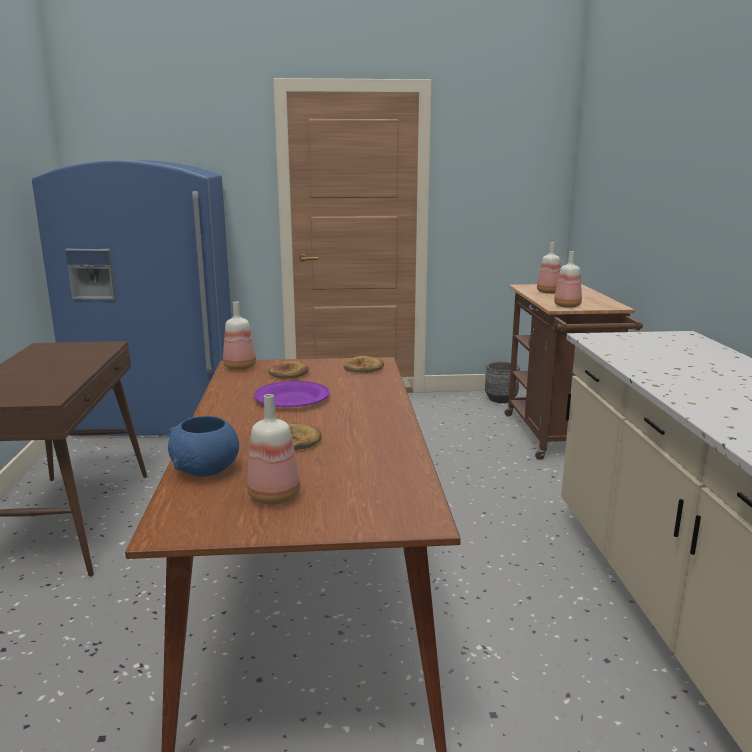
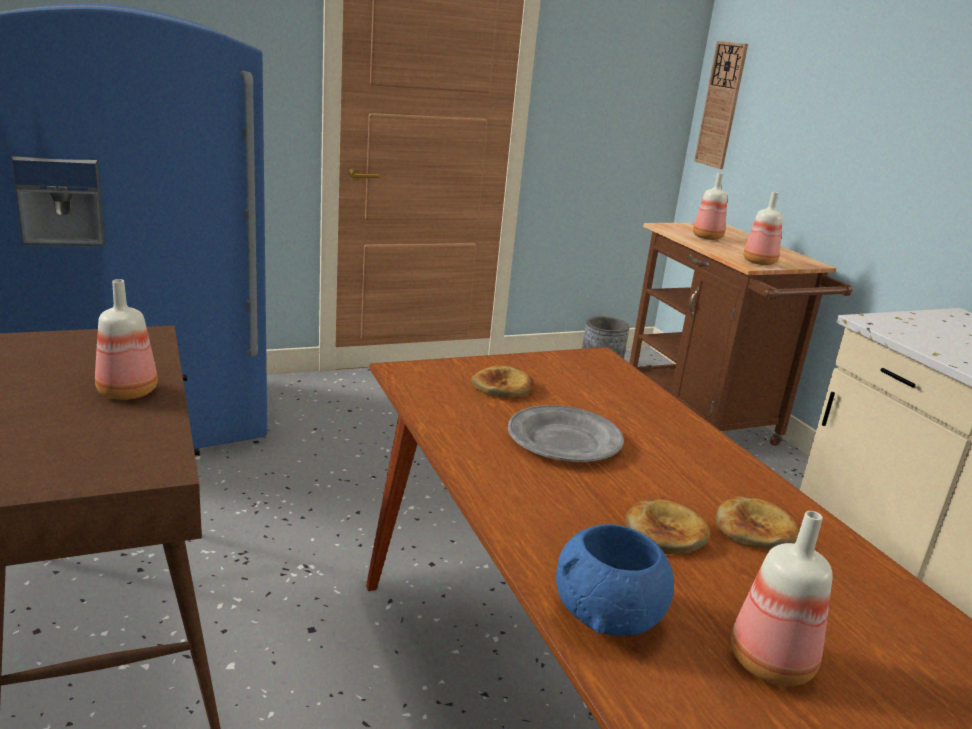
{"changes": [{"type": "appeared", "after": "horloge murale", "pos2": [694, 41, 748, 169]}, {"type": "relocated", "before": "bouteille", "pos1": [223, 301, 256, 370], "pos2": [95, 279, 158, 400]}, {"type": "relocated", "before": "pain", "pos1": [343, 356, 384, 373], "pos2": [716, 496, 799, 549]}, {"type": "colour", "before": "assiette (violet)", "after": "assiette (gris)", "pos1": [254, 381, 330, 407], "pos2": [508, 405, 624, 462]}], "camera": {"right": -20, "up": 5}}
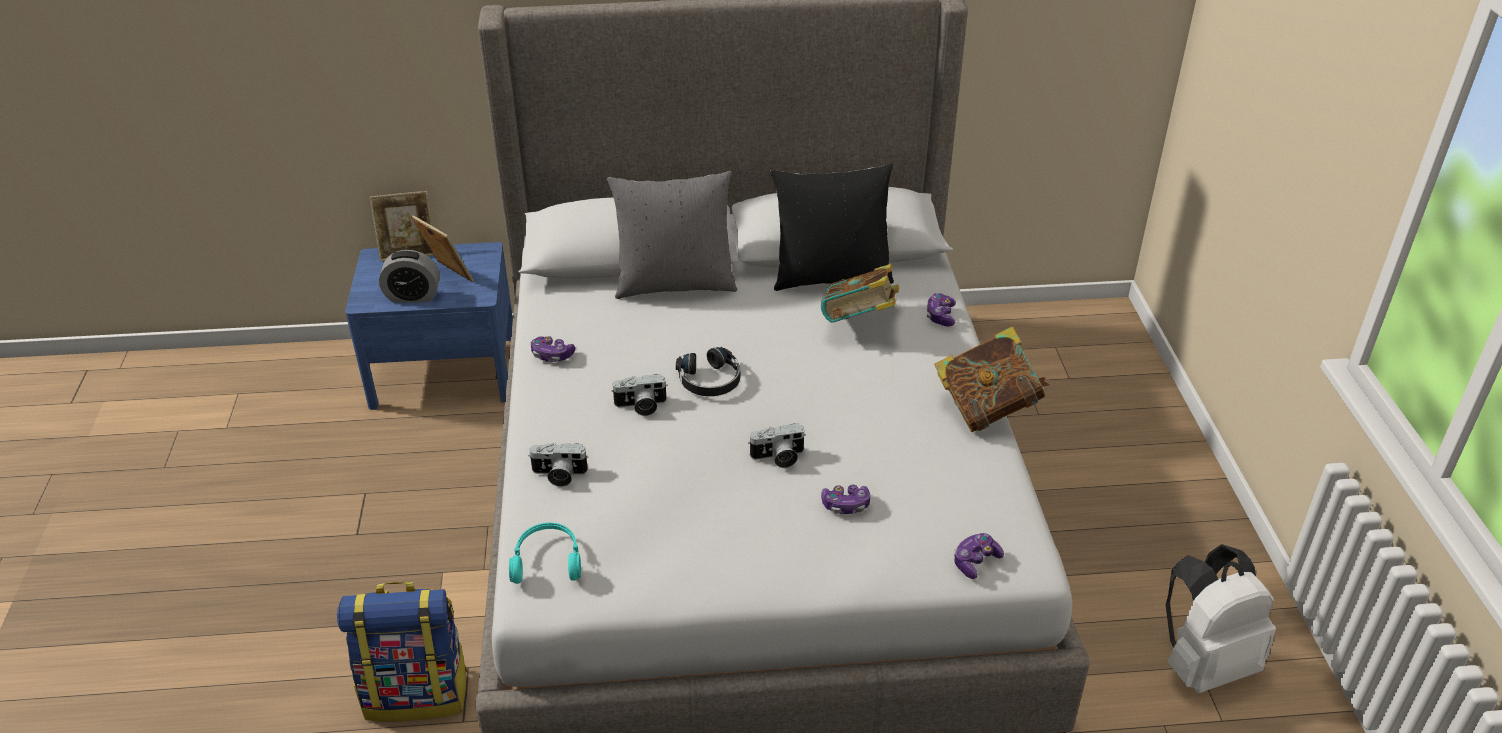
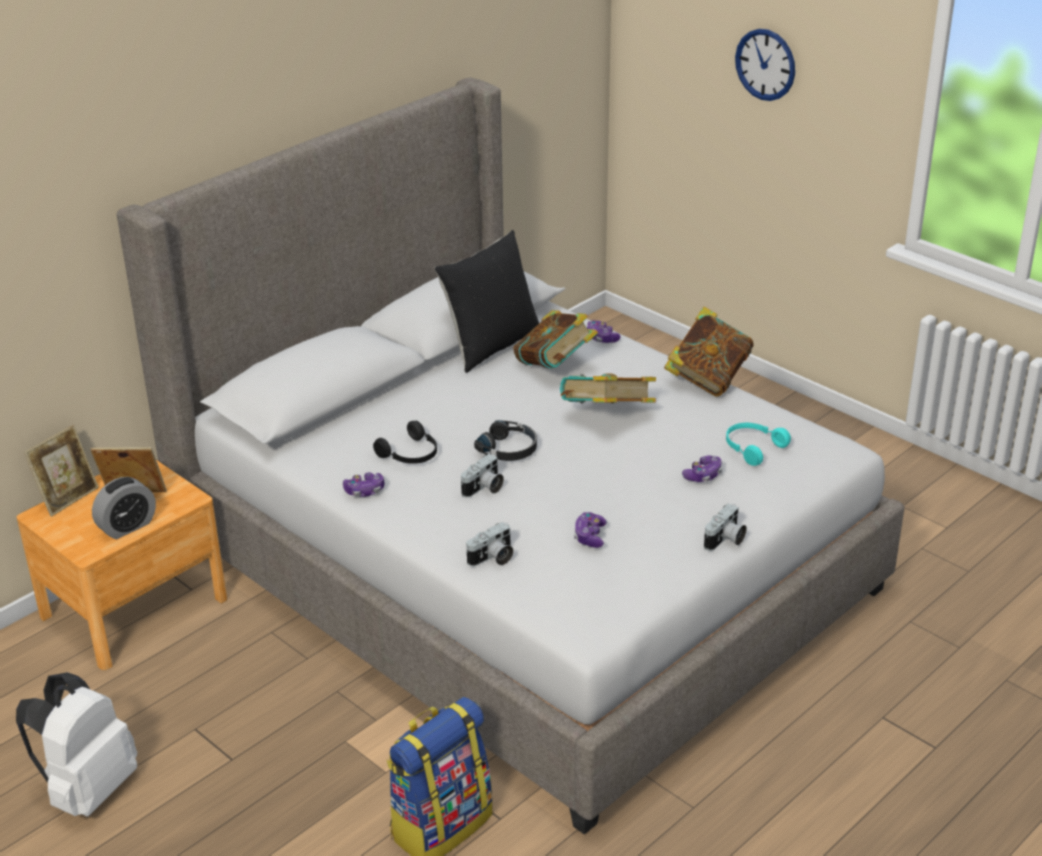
{"changes": [{"type": "missing", "before": "coussin (gris)", "pos1": [607, 171, 737, 299]}, {"type": "appeared", "after": "casque audio (noir)", "pos2": [373, 421, 437, 464]}, {"type": "appeared", "after": "livre", "pos2": [560, 373, 656, 403]}, {"type": "appeared", "after": "horloge murale", "pos2": [735, 29, 795, 101]}, {"type": "relocated", "before": "casque audio (turquoise)", "pos1": [509, 523, 581, 584], "pos2": [726, 423, 791, 466]}, {"type": "relocated", "before": "appareil photo", "pos1": [748, 423, 806, 468], "pos2": [704, 503, 747, 551]}, {"type": "relocated", "before": "manette", "pos1": [954, 533, 1004, 579], "pos2": [574, 512, 607, 548]}, {"type": "relocated", "before": "sac à dos (blanc)", "pos1": [1166, 544, 1276, 693], "pos2": [16, 672, 137, 817]}, {"type": "colour", "before": "table de chevet (bleu)", "after": "table de chevet (marron)", "pos1": [345, 242, 513, 410], "pos2": [17, 460, 227, 670]}], "camera": {"right": -40, "up": -5}}
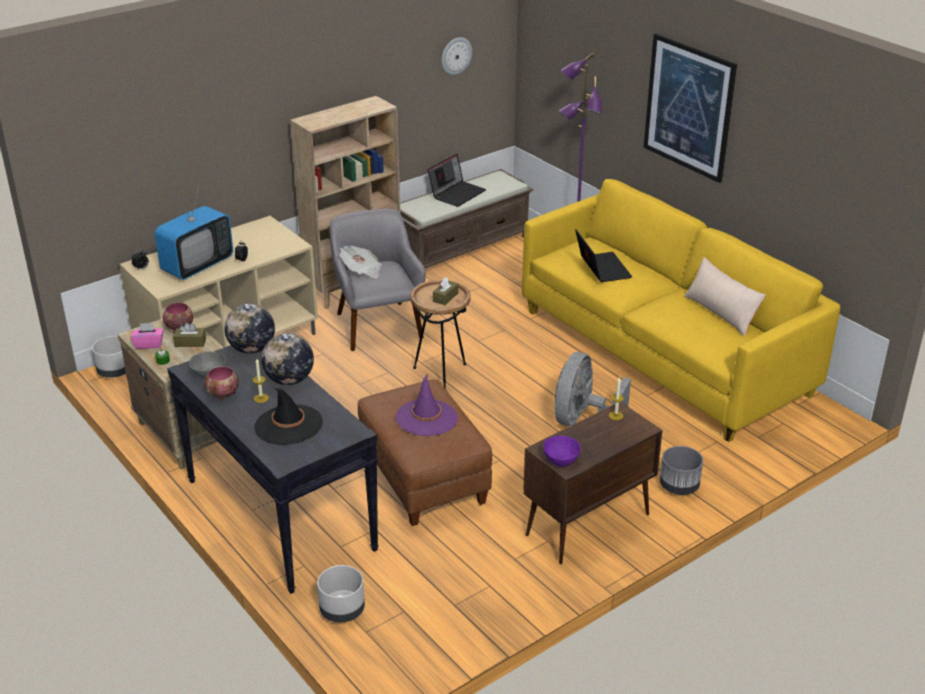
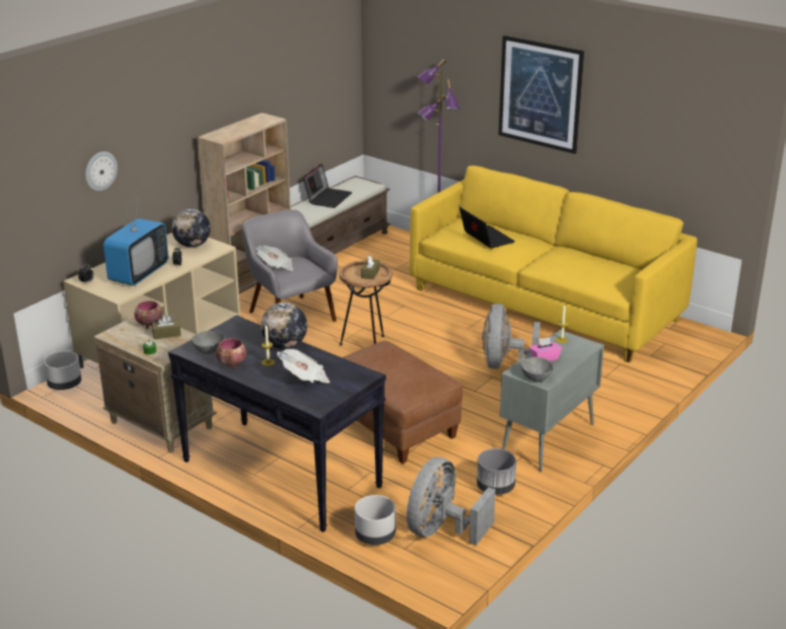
{"changes": [{"type": "missing", "before": "chapeau (violet)", "pos1": [396, 375, 458, 436]}, {"type": "missing", "before": "coussin (beige)", "pos1": [684, 257, 766, 336]}, {"type": "appeared", "after": "ventilateur (gris)", "pos2": [407, 457, 495, 545]}, {"type": "relocated", "before": "boîte à mouchoirs (rose)", "pos1": [131, 323, 164, 349], "pos2": [529, 337, 562, 361]}, {"type": "relocated", "before": "globe", "pos1": [224, 304, 275, 354], "pos2": [172, 209, 211, 247]}, {"type": "relocated", "before": "horloge murale", "pos1": [442, 37, 472, 75], "pos2": [85, 152, 118, 191]}, {"type": "relocated", "before": "cache-pot (gris)", "pos1": [660, 446, 703, 495], "pos2": [477, 449, 516, 495]}, {"type": "exchanged", "before": "chapeau (noir)", "after": "journal", "pos1": [254, 388, 323, 445], "pos2": [277, 349, 330, 383]}, {"type": "colour", "before": "meuble de rangement (marron)", "after": "meuble de rangement (gris)", "pos1": [523, 402, 663, 564], "pos2": [500, 330, 604, 472]}, {"type": "colour", "before": "bol (violet)", "after": "bol (gris)", "pos1": [543, 436, 581, 466], "pos2": [521, 357, 553, 382]}], "camera": {"right": -15, "up": -5}}
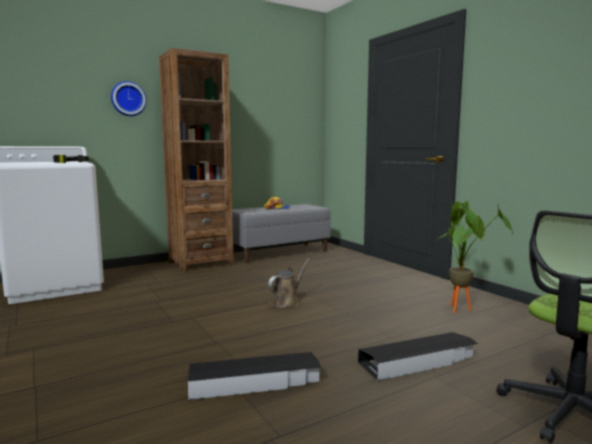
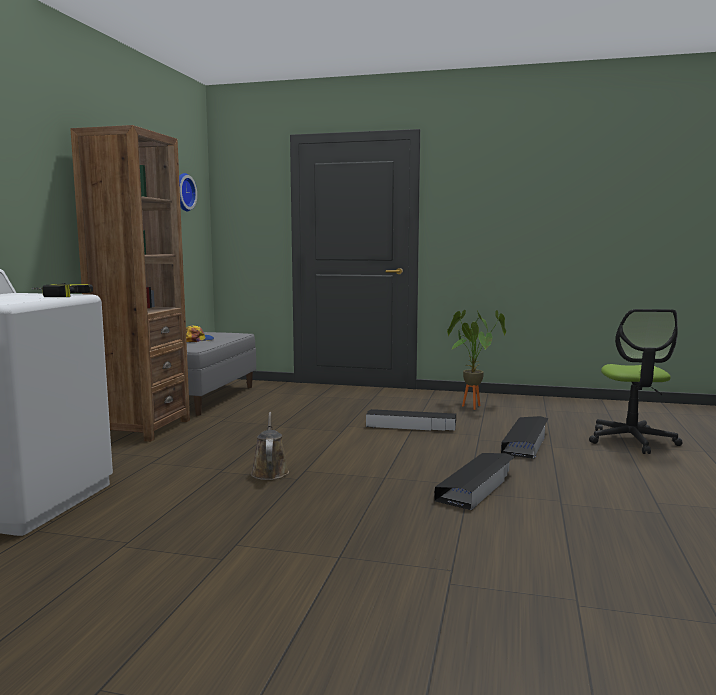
{"changes": [{"type": "appeared", "after": "boîte de rangement (noir)", "pos2": [366, 409, 456, 430]}, {"type": "relocated", "before": "horloge murale", "pos1": [111, 81, 147, 116], "pos2": [179, 173, 197, 211]}, {"type": "relocated", "before": "arrosoir (marron)", "pos1": [268, 259, 310, 308], "pos2": [251, 412, 289, 480]}], "camera": {"right": -45, "up": 0}}
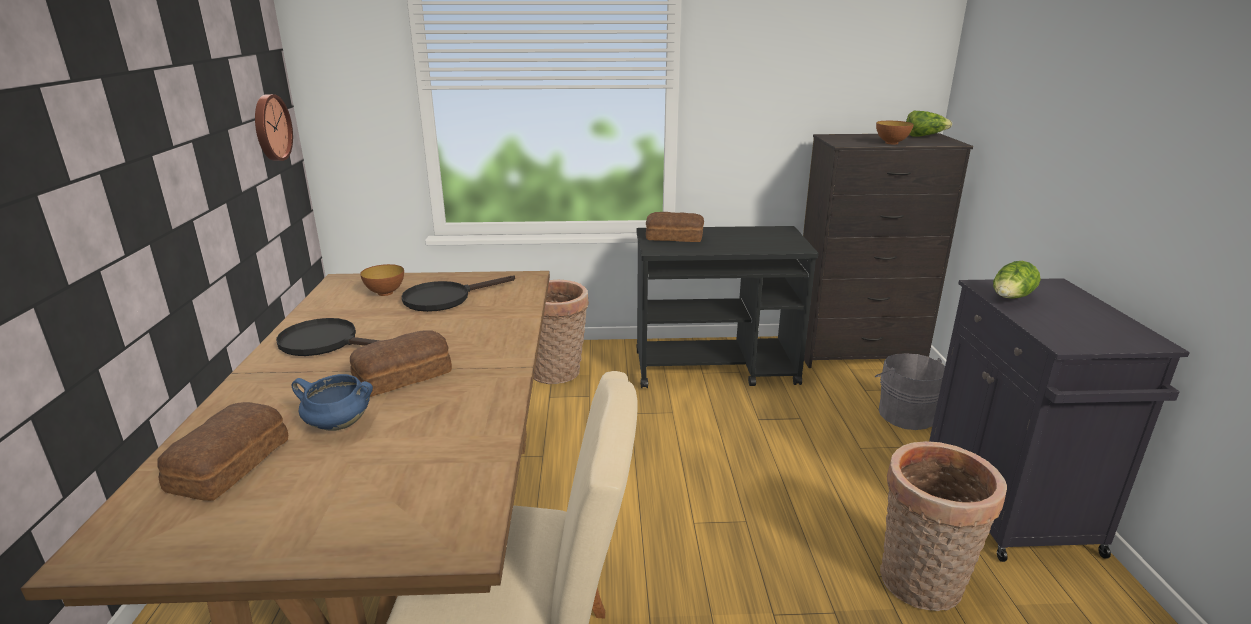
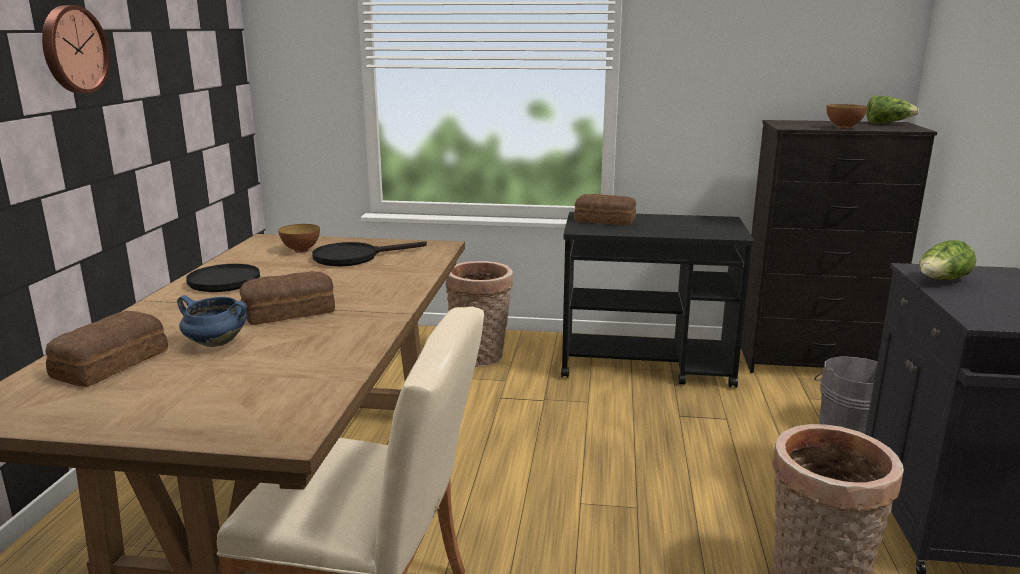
{"changes": [{"type": "relocated", "before": "horloge murale", "pos1": [255, 94, 293, 161], "pos2": [42, 5, 110, 93]}], "camera": {"right": 10, "up": -5}}
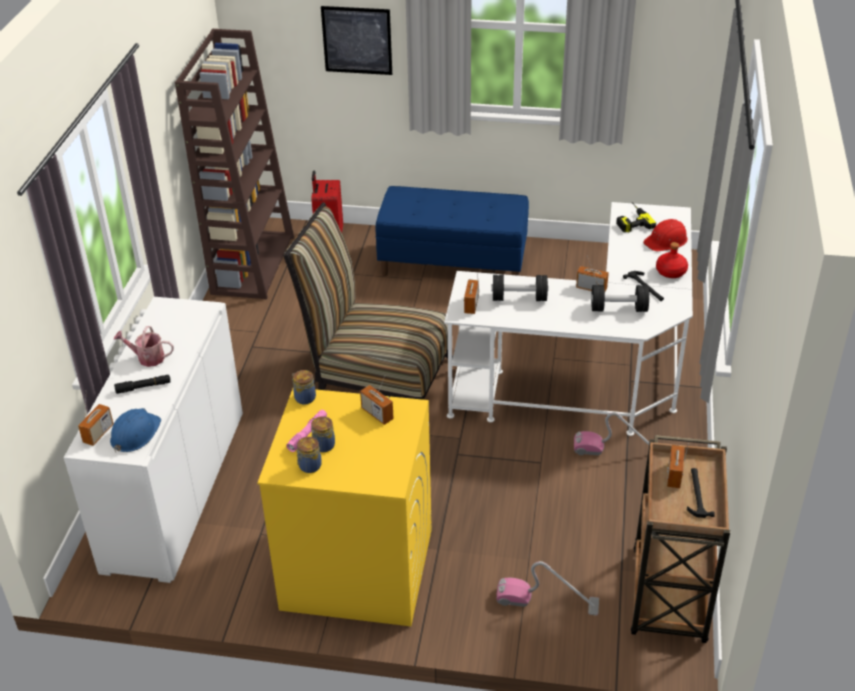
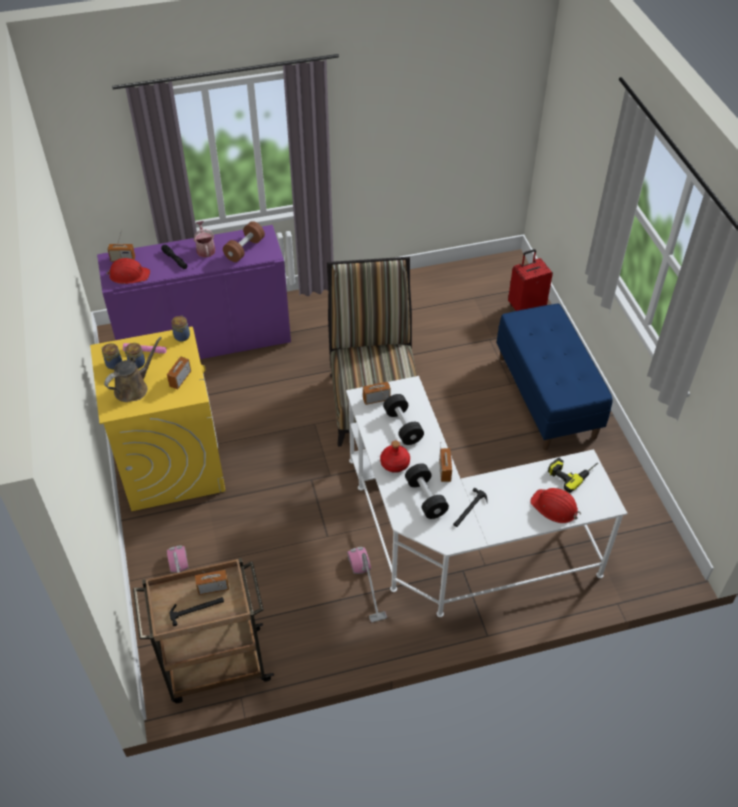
{"changes": [{"type": "missing", "before": "bibliothèque (marron)", "pos1": [175, 29, 294, 299]}, {"type": "missing", "before": "tableau", "pos1": [321, 6, 392, 75]}, {"type": "appeared", "after": "arrosoir (marron)", "pos2": [104, 337, 162, 402]}, {"type": "appeared", "after": "haltère (marron)", "pos2": [223, 221, 265, 262]}, {"type": "relocated", "before": "bouteille (rouge)", "pos1": [656, 242, 688, 278], "pos2": [380, 441, 410, 473]}, {"type": "colour", "before": "meuble de rangement (blanc)", "after": "meuble de rangement (violet)", "pos1": [64, 297, 243, 583], "pos2": [97, 225, 291, 359]}, {"type": "colour", "before": "casque de chantier (bleu)", "after": "casque de chantier (rouge)", "pos1": [110, 408, 161, 452], "pos2": [106, 258, 150, 284]}], "camera": {"right": 65, "up": 10}}
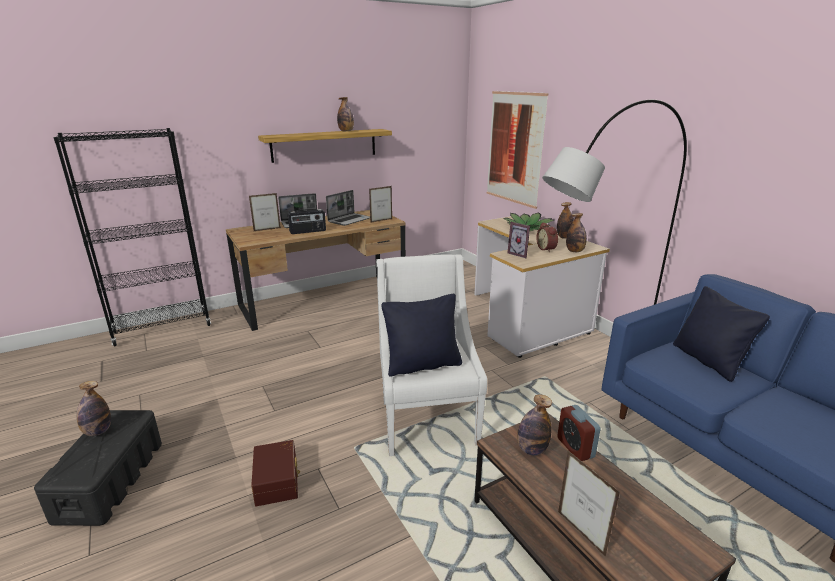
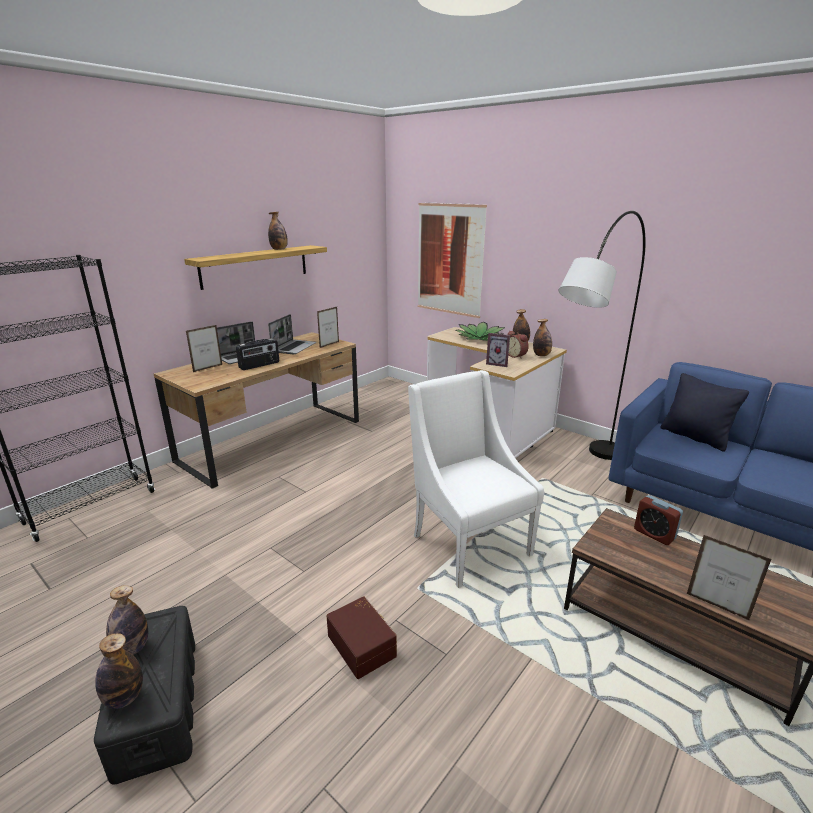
{"changes": [{"type": "missing", "before": "coussin (noir)", "pos1": [381, 294, 462, 377]}, {"type": "relocated", "before": "bouteille", "pos1": [517, 394, 552, 456], "pos2": [95, 633, 143, 709]}], "camera": {"right": -20, "up": 0}}
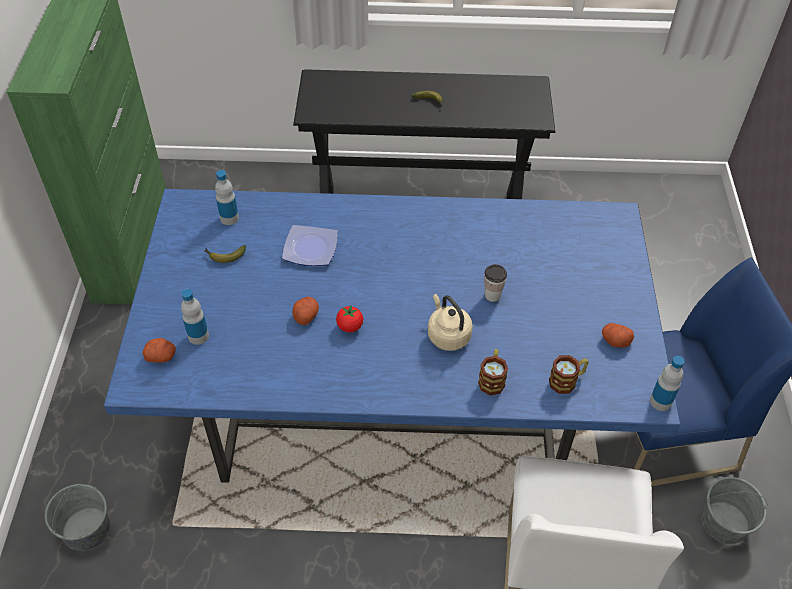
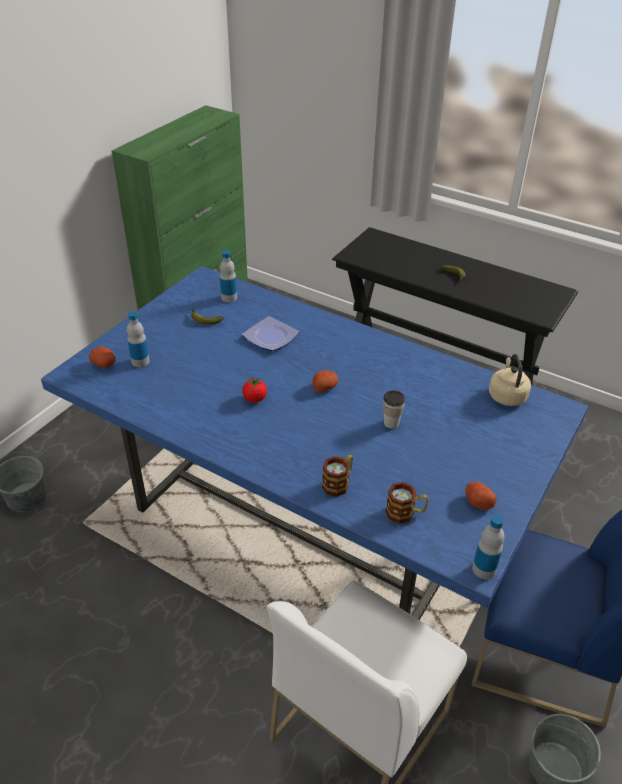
{"changes": [{"type": "relocated", "before": "pomme de terre", "pos1": [292, 297, 319, 325], "pos2": [312, 370, 338, 393]}, {"type": "relocated", "before": "bouilloire (beige)", "pos1": [428, 294, 473, 351], "pos2": [489, 354, 531, 406]}], "camera": {"right": 30, "up": -10}}
